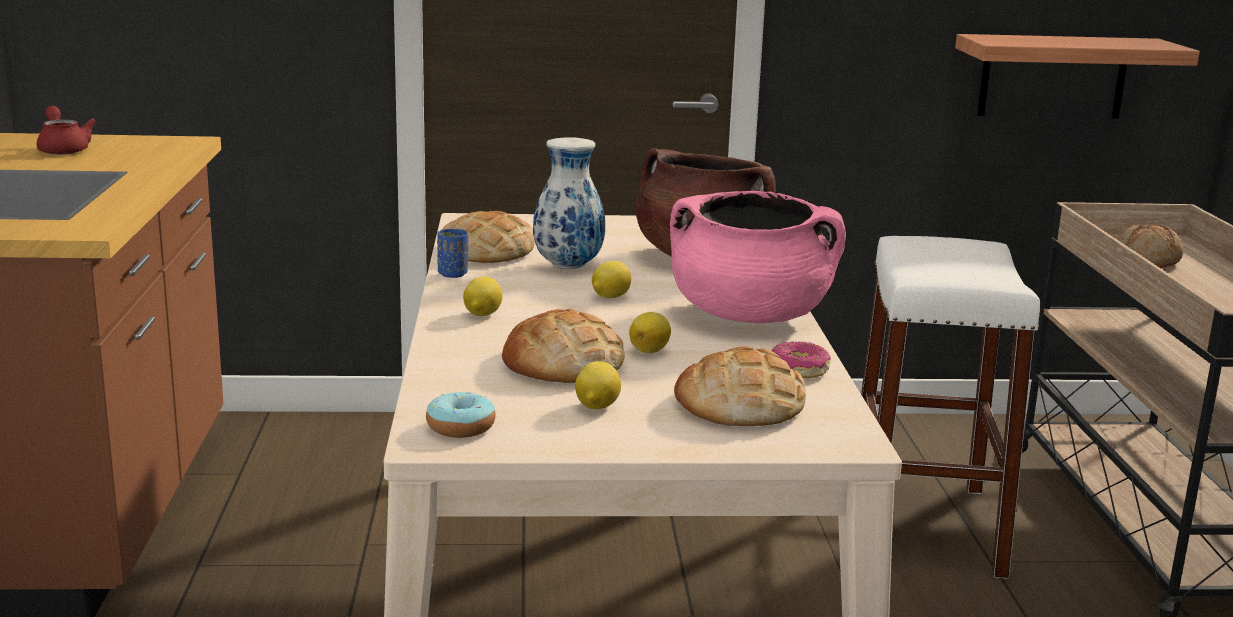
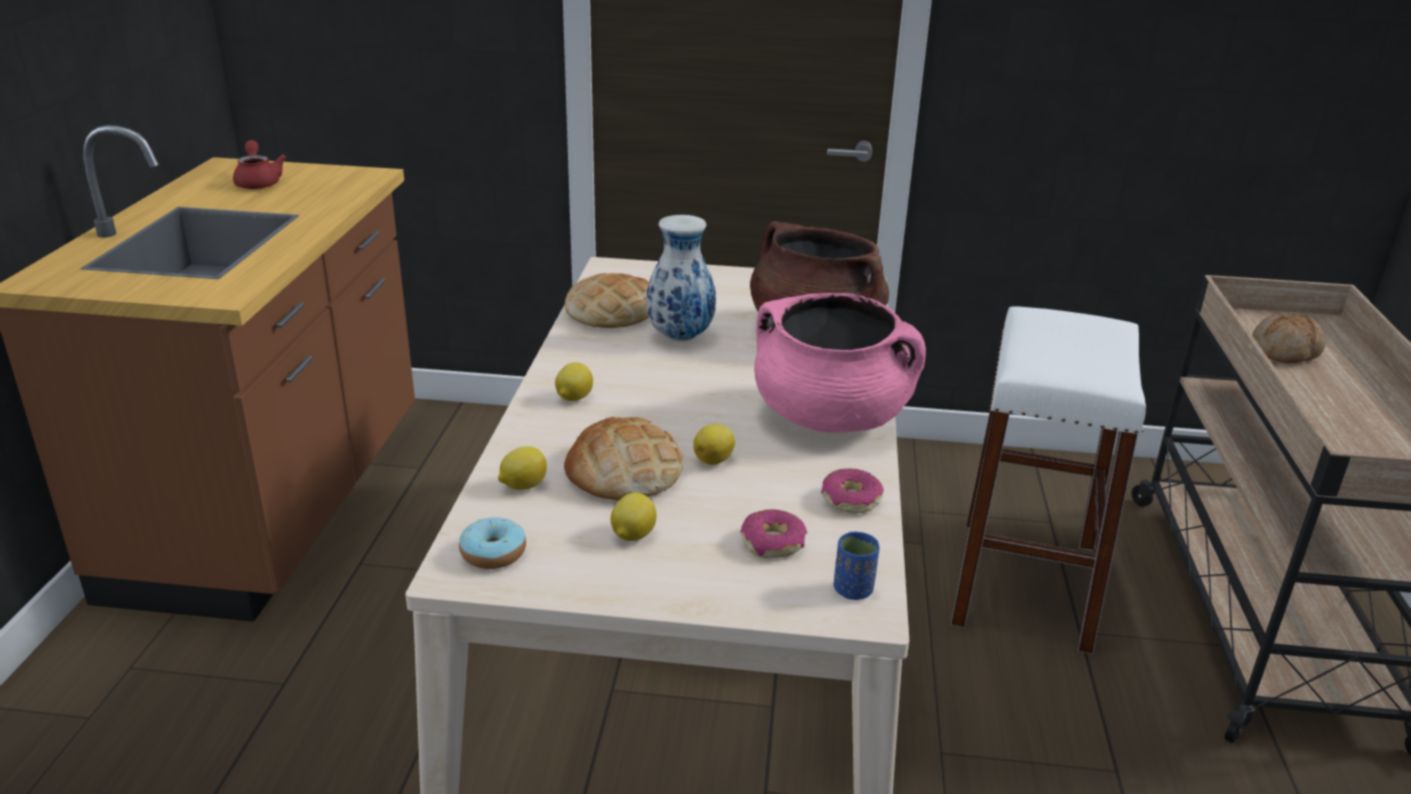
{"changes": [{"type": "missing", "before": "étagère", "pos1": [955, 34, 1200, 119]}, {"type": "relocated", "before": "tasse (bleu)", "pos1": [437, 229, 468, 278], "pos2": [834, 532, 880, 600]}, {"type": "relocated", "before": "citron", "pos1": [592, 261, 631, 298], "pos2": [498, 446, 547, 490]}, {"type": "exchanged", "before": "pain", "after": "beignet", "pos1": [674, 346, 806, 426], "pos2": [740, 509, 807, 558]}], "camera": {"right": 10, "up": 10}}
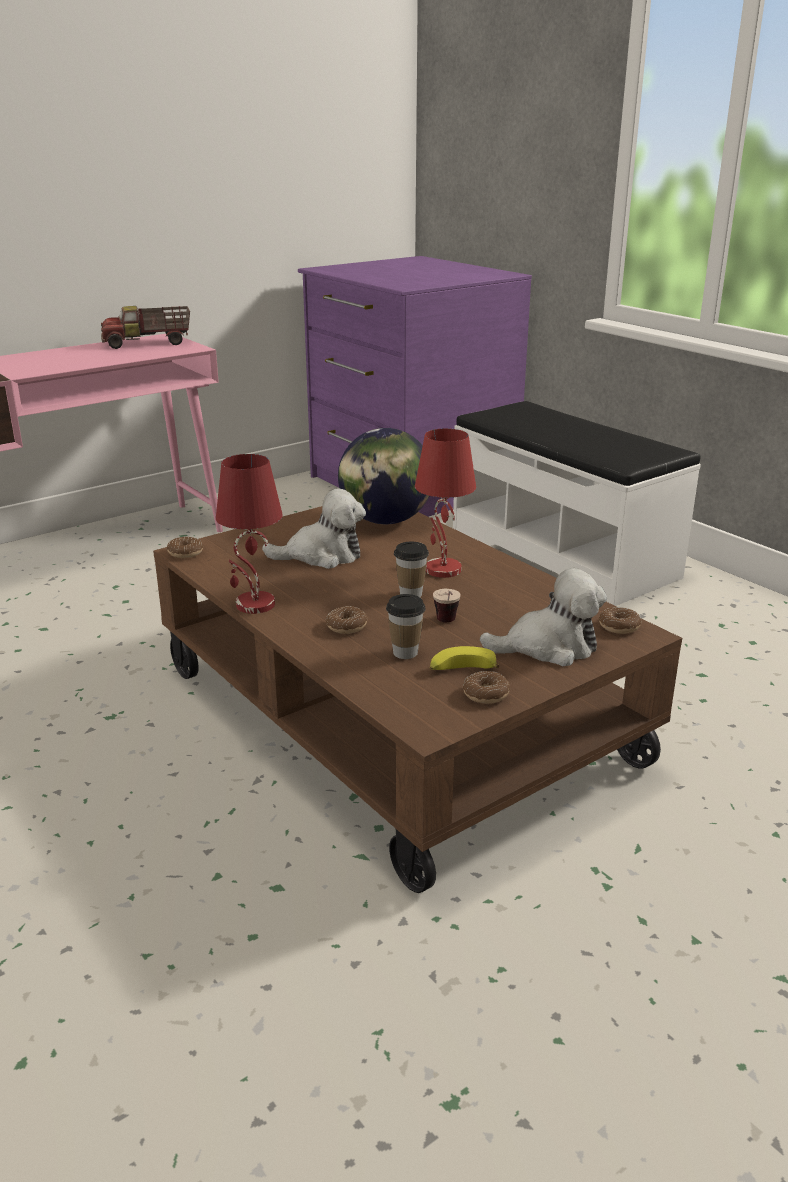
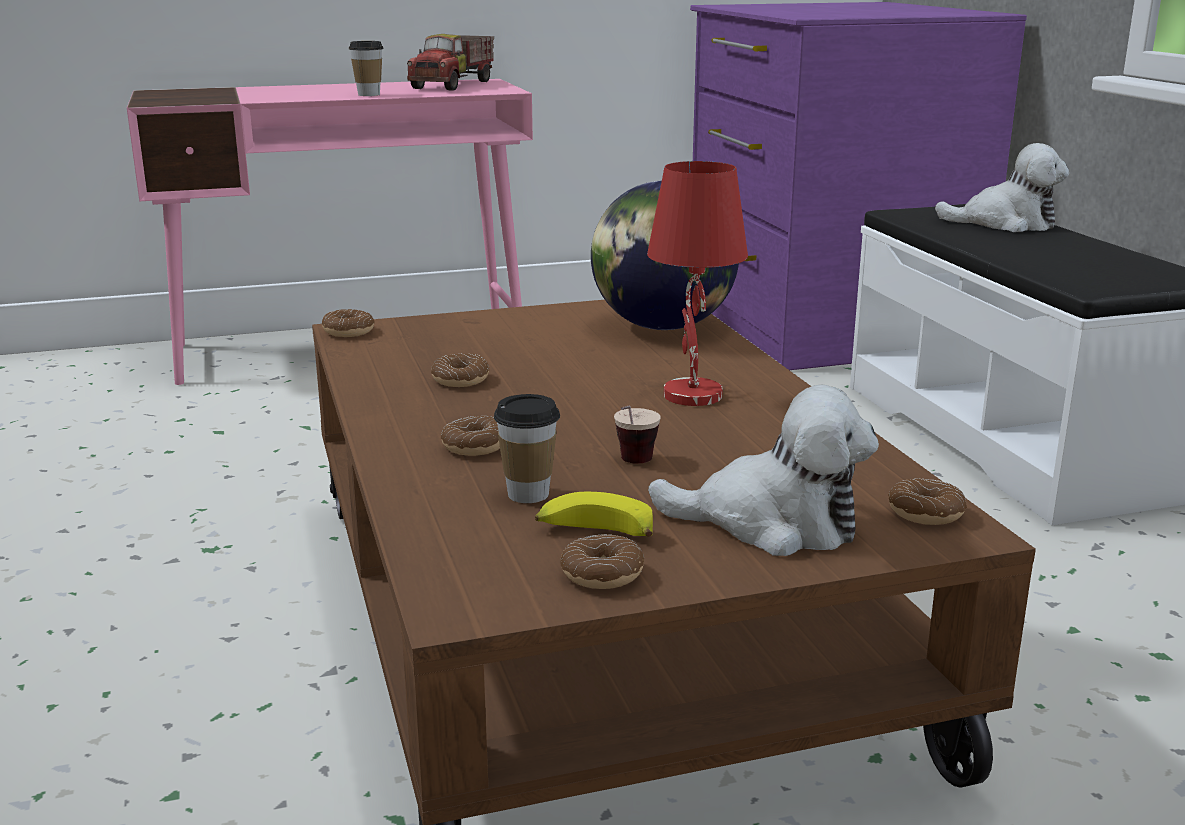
{"changes": [{"type": "missing", "before": "lampe de table (rouge)", "pos1": [216, 454, 283, 614]}, {"type": "appeared", "after": "beignet", "pos2": [431, 353, 490, 387]}, {"type": "relocated", "before": "peluche", "pos1": [262, 488, 366, 569], "pos2": [935, 143, 1069, 232]}, {"type": "relocated", "before": "tasse", "pos1": [394, 542, 429, 597], "pos2": [349, 41, 383, 96]}, {"type": "spun", "before": "camion jouet", "pos1": [101, 306, 190, 349], "pos2": [407, 34, 494, 91], "turn": -75}], "camera": {"right": 20, "up": -5}}
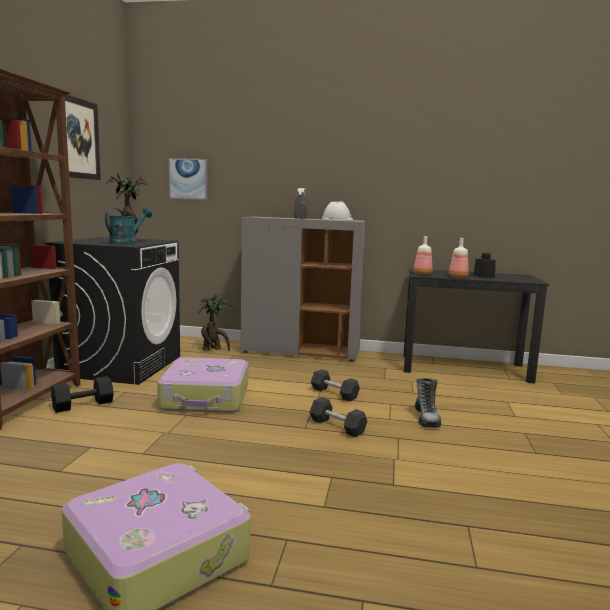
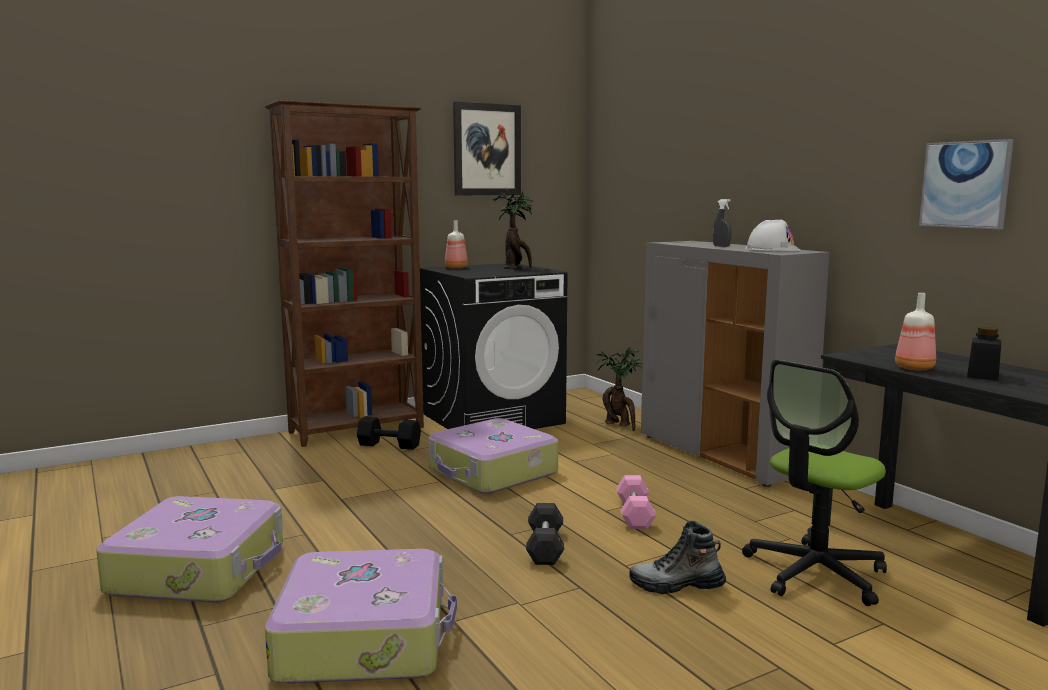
{"changes": [{"type": "missing", "before": "arrosoir (turquoise)", "pos1": [105, 208, 152, 245]}, {"type": "appeared", "after": "valise", "pos2": [265, 549, 457, 684]}, {"type": "appeared", "after": "chaise de bureau", "pos2": [742, 360, 887, 606]}, {"type": "relocated", "before": "tableau", "pos1": [169, 158, 207, 200], "pos2": [919, 139, 1014, 230]}, {"type": "relocated", "before": "bouteille", "pos1": [413, 236, 432, 275], "pos2": [445, 221, 468, 269]}, {"type": "colour", "before": "haltère (gris)", "after": "haltère (rose)", "pos1": [311, 369, 360, 401], "pos2": [616, 475, 656, 529]}, {"type": "spun", "before": "botte", "pos1": [415, 378, 441, 427], "pos2": [629, 521, 726, 594], "turn": 45}], "camera": {"right": 50, "up": 0}}
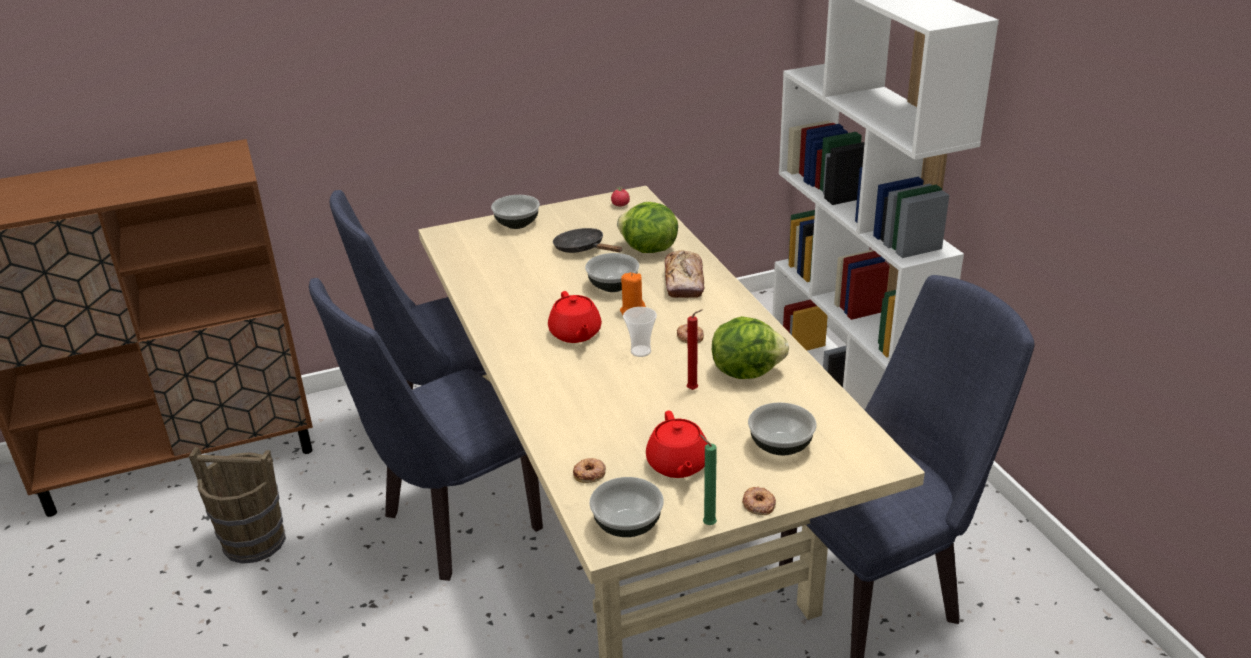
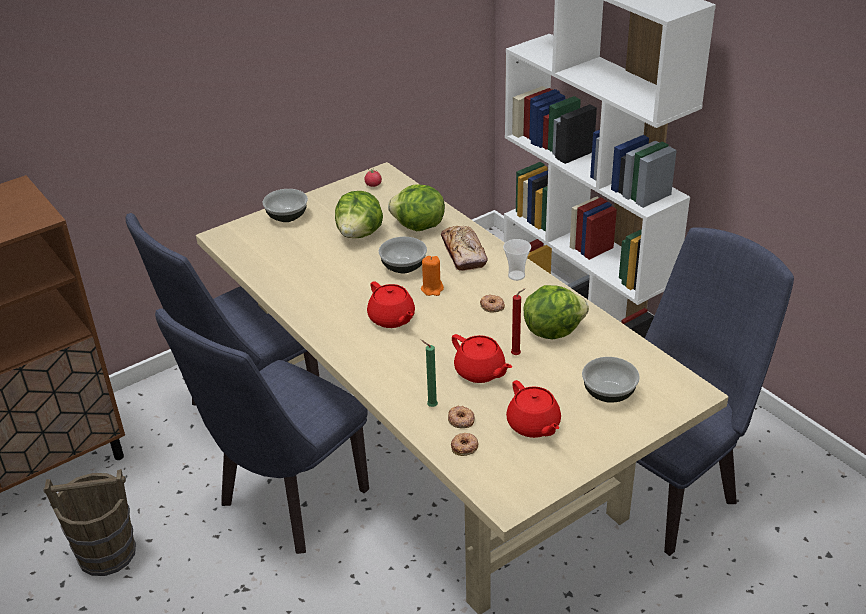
{"changes": [{"type": "missing", "before": "bol", "pos1": [589, 477, 664, 537]}, {"type": "appeared", "after": "théière (rouge)", "pos2": [452, 334, 512, 383]}, {"type": "relocated", "before": "tasse", "pos1": [623, 307, 657, 357], "pos2": [503, 239, 531, 281]}, {"type": "relocated", "before": "bougie (vert)", "pos1": [700, 435, 717, 525], "pos2": [421, 340, 438, 407]}, {"type": "relocated", "before": "beignet", "pos1": [742, 486, 776, 515], "pos2": [448, 406, 475, 428]}, {"type": "exchanged", "before": "poêle (noir)", "after": "laitue", "pos1": [553, 228, 622, 253], "pos2": [335, 191, 383, 238]}], "camera": {"right": -15, "up": 5}}
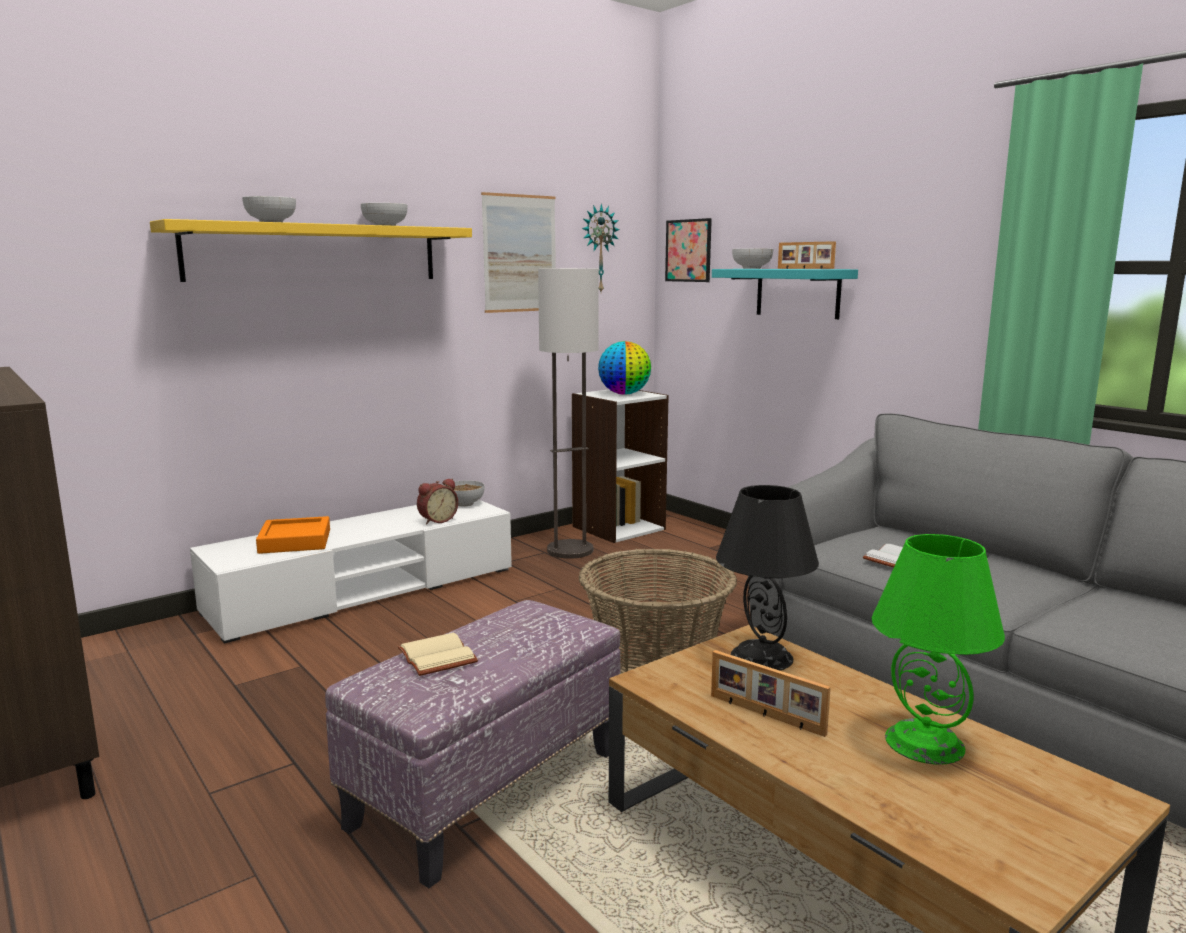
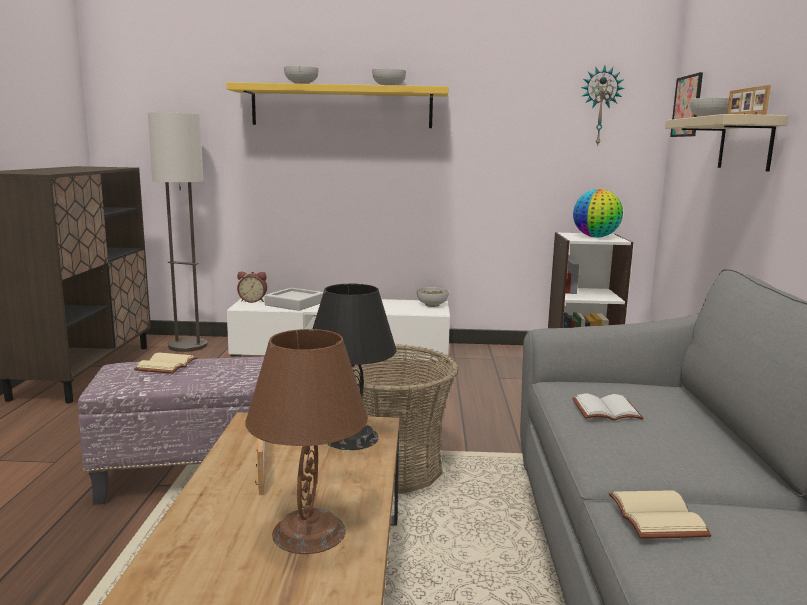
{"changes": [{"type": "missing", "before": "tableau", "pos1": [481, 192, 556, 313]}, {"type": "appeared", "after": "livre (beige)", "pos2": [609, 490, 712, 538]}, {"type": "relocated", "before": "réveil", "pos1": [417, 478, 458, 525], "pos2": [237, 272, 267, 303]}, {"type": "relocated", "before": "lampadaire", "pos1": [538, 268, 599, 559], "pos2": [148, 112, 208, 352]}, {"type": "colour", "before": "plateau (orange)", "after": "plateau (gris)", "pos1": [256, 516, 330, 554], "pos2": [264, 288, 324, 311]}, {"type": "colour", "before": "étagère (turquoise)", "after": "étagère (beige)", "pos1": [712, 269, 858, 319], "pos2": [665, 114, 788, 172]}, {"type": "colour", "before": "lampe de table (vert)", "after": "lampe de table (marron)", "pos1": [872, 534, 1005, 765], "pos2": [246, 329, 368, 554]}], "camera": {"right": 40, "up": 0}}
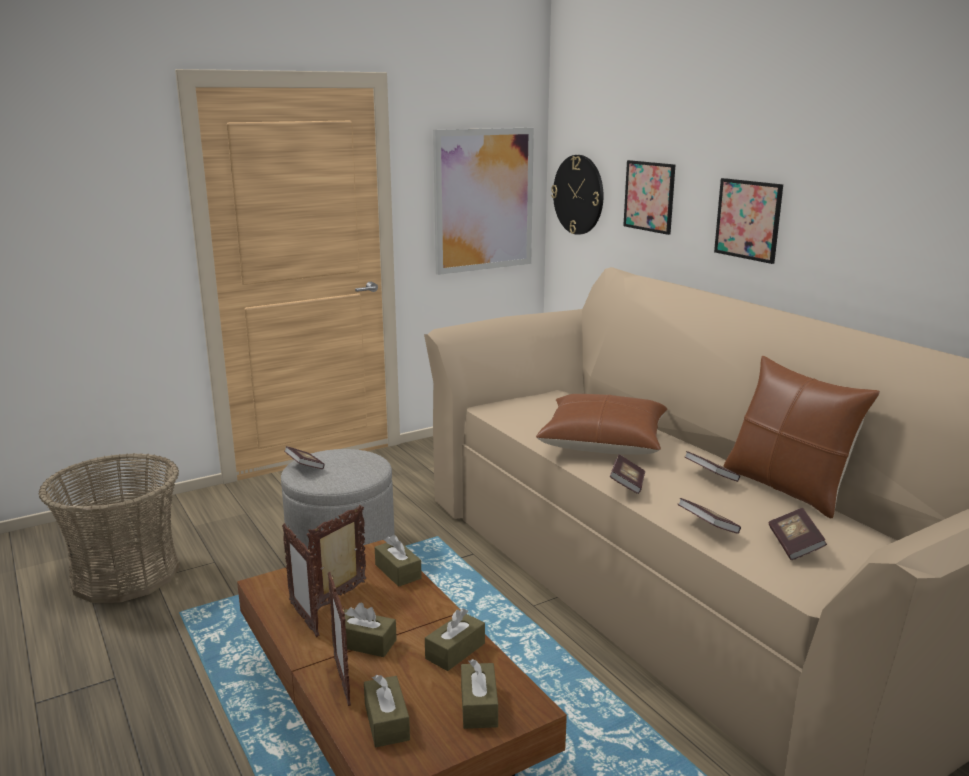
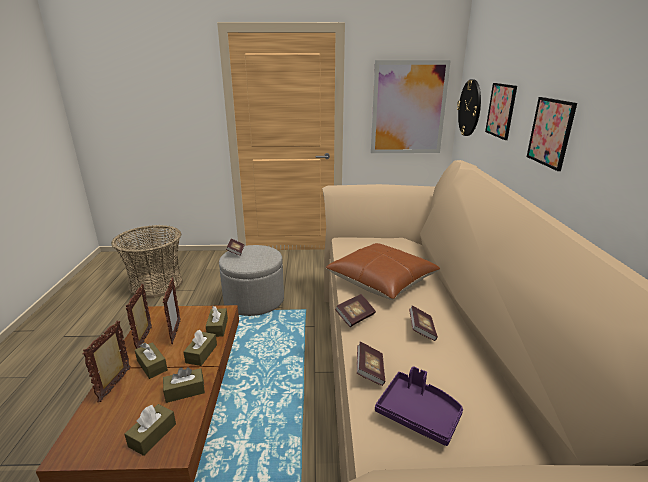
{"changes": [{"type": "missing", "before": "coussin (marron)", "pos1": [723, 356, 880, 518]}, {"type": "relocated", "before": "boîte à mouchoirs (marron)", "pos1": [364, 675, 410, 747], "pos2": [184, 330, 217, 366]}, {"type": "exchanged", "before": "livre", "after": "plateau (violet)", "pos1": [769, 508, 827, 560], "pos2": [375, 366, 463, 446]}, {"type": "spun", "before": "cadre photo", "pos1": [306, 505, 366, 611], "pos2": [163, 277, 181, 344], "turn": 105}], "camera": {"right": 30, "up": 5}}
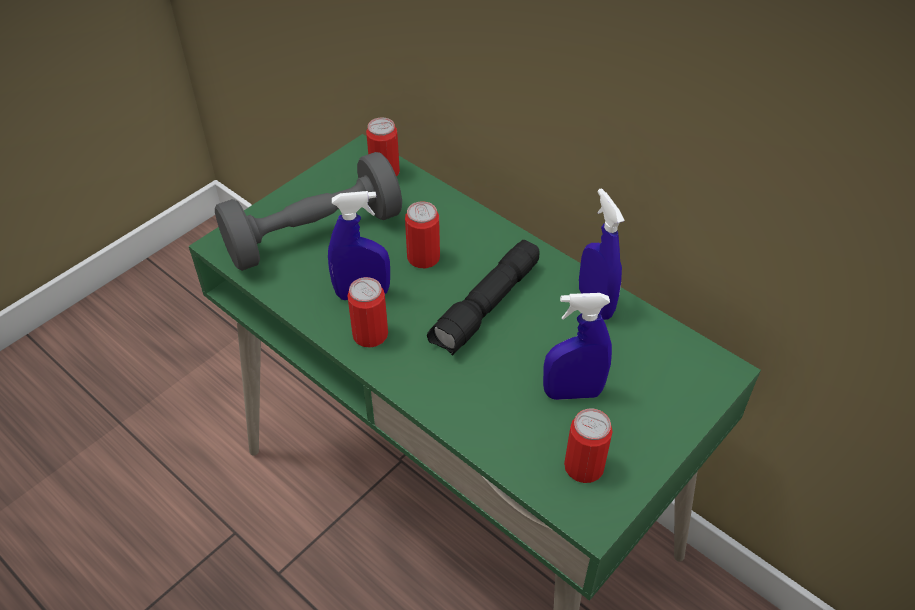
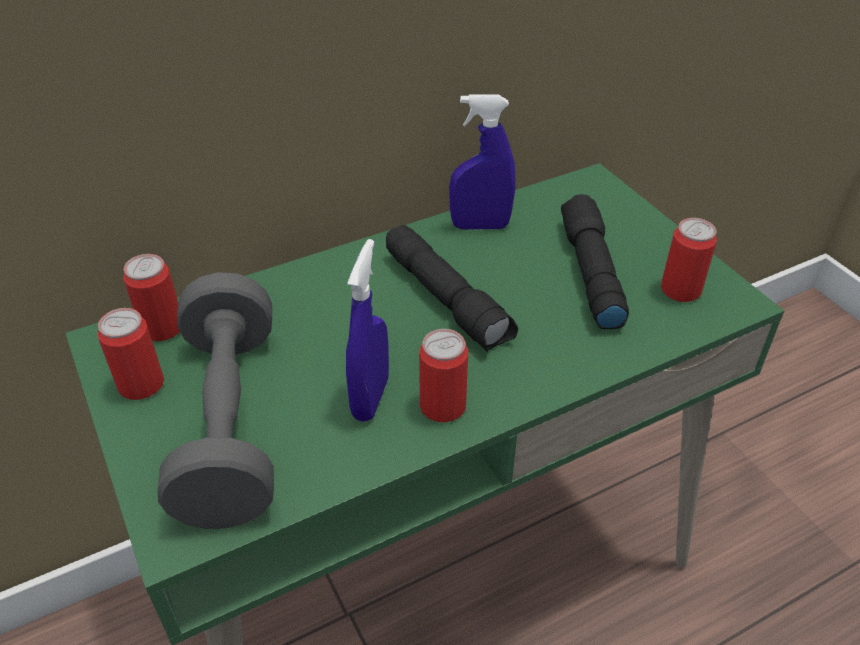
{"changes": [{"type": "relocated", "before": "boîte métallique", "pos1": [405, 201, 440, 268], "pos2": [98, 308, 164, 400]}, {"type": "exchanged", "before": "vaporisateur (bleu)", "after": "lampe de poche (noir)", "pos1": [543, 293, 612, 400], "pos2": [561, 194, 629, 329]}], "camera": {"right": -70, "up": -5}}
